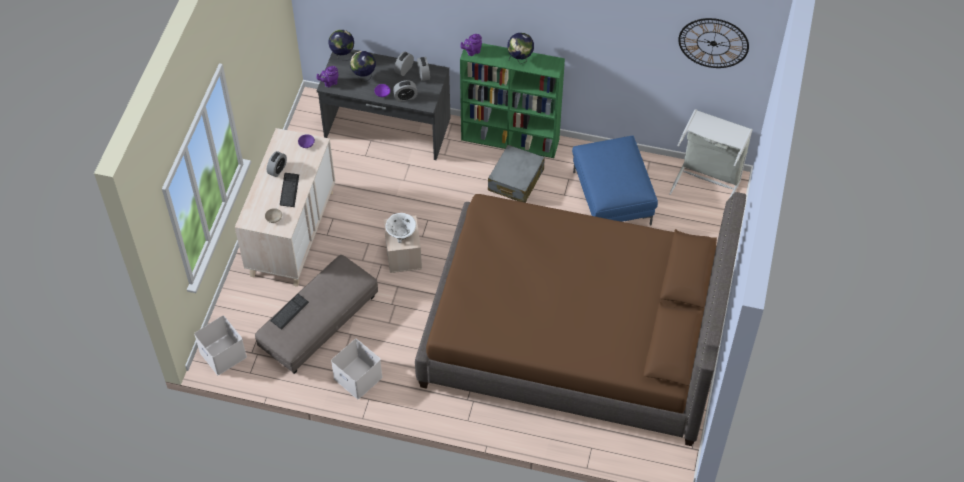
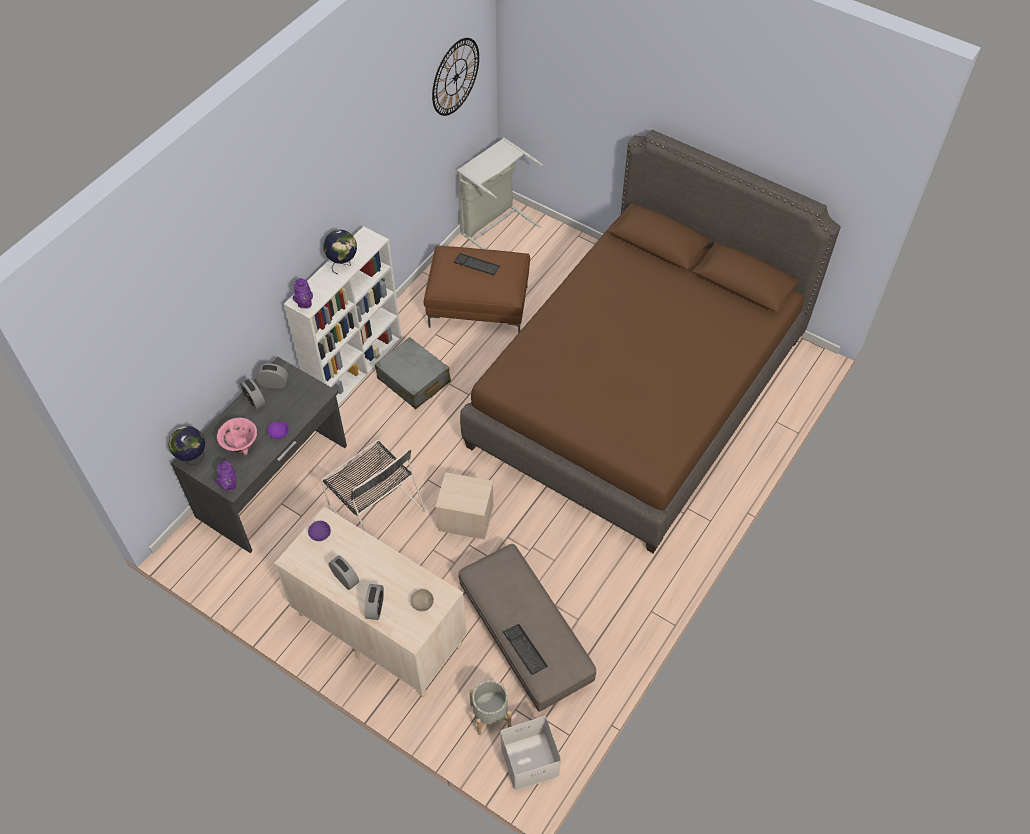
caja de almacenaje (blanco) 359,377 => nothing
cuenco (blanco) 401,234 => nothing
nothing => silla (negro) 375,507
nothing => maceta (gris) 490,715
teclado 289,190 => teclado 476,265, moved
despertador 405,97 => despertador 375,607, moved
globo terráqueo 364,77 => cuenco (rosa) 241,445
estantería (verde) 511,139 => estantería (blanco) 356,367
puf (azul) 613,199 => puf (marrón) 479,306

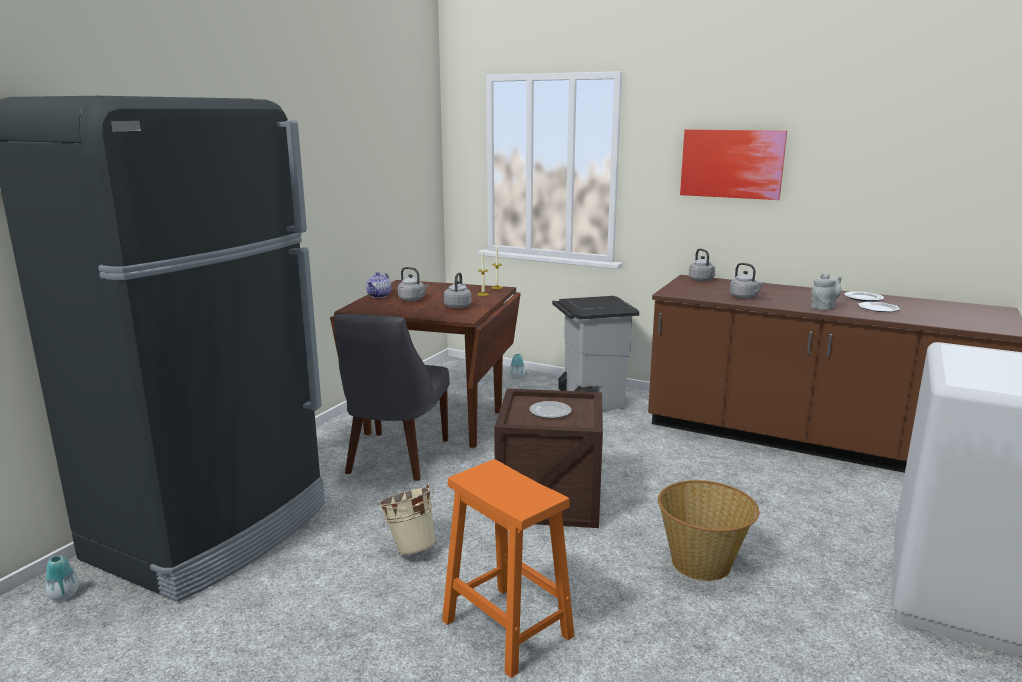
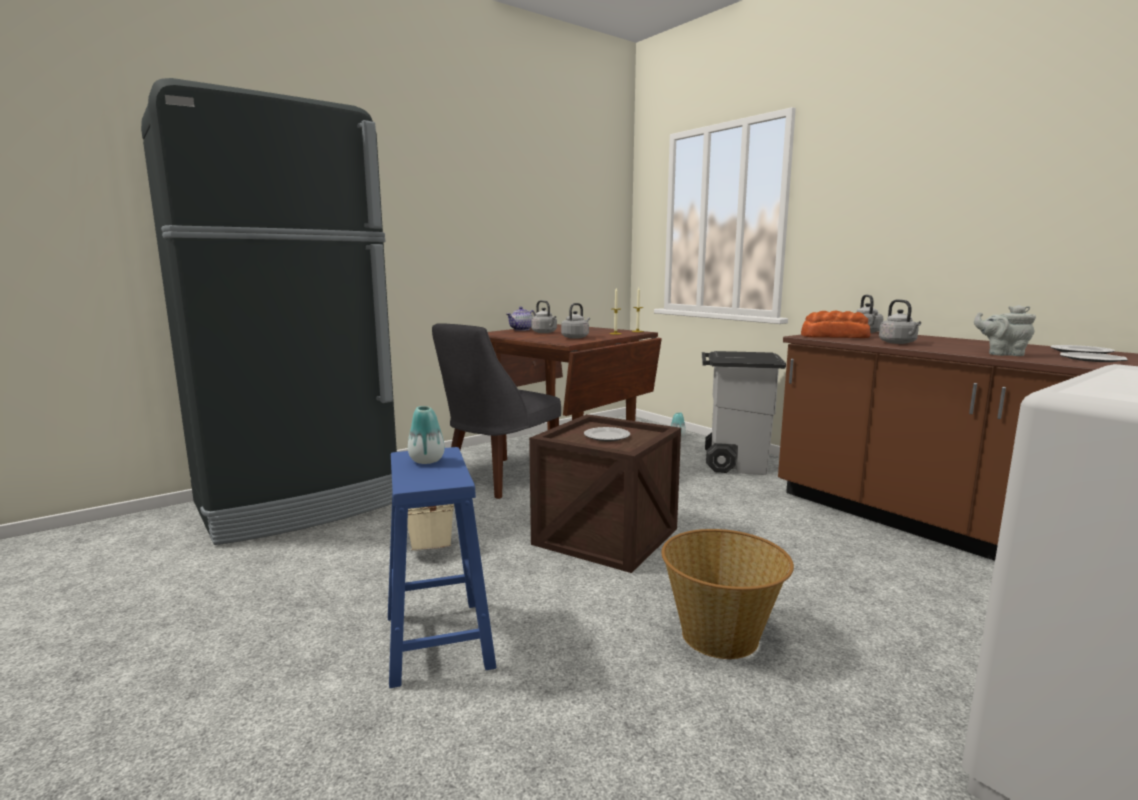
cuadro 732,164 => nothing
nothing => pan 833,336
florero 64,595 => florero 427,461, moved
taburete (naranja) 505,627 => taburete (azul) 437,639
tetera (gris) 824,307 => tetera (gris) 1002,354, 150 degrees counterclockwise

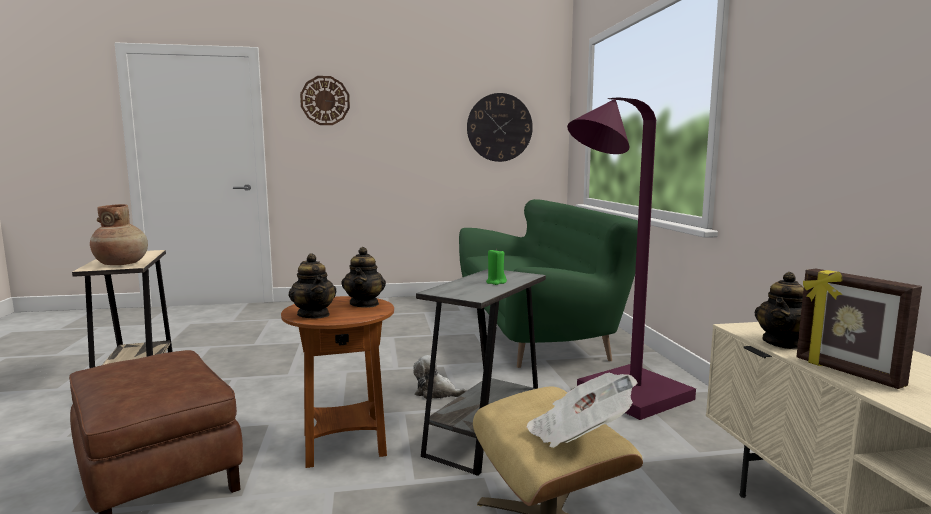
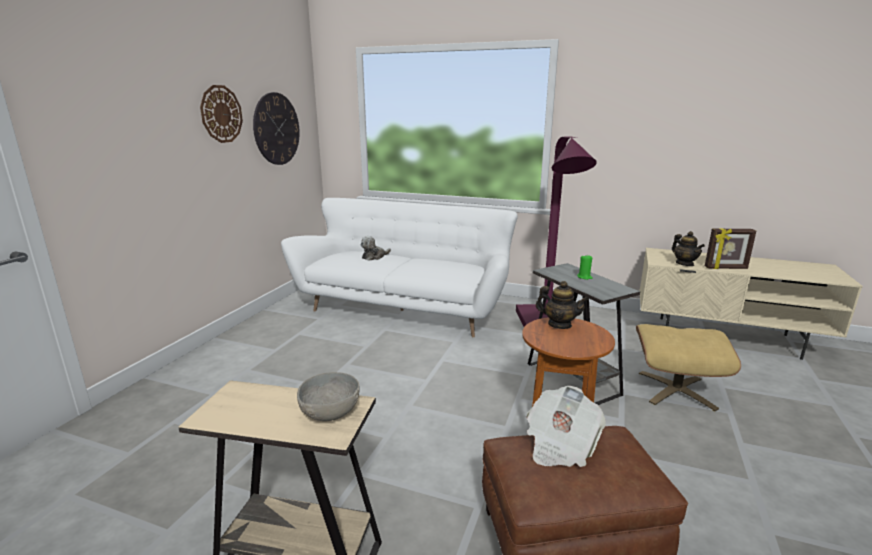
tetera 314,315 => nothing
reloj de pared 325,100 => reloj de pared 221,114, moved
peluche 436,393 => peluche 374,257, moved
periódico 578,434 => periódico 560,444, moved
florero (marrón) 122,264 => cuenco (gris) 329,411
sofá (verde) 536,329 => sofá (blanco) 405,308

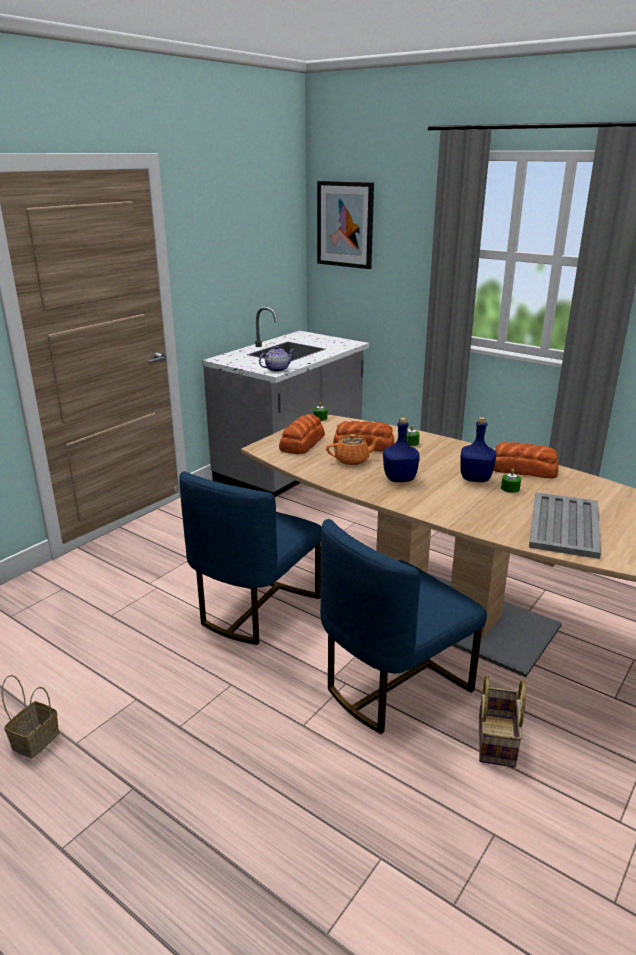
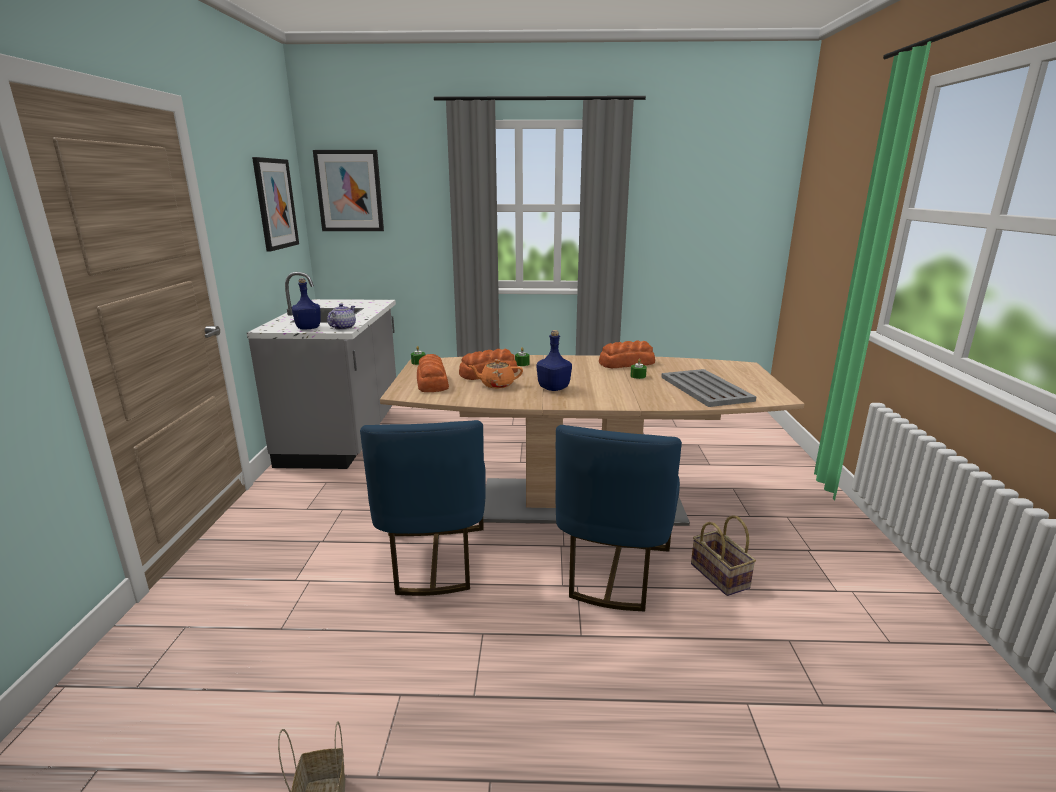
nothing => cuadro 275,204
botella (azul) 475,478 => botella (azul) 308,328, moved
tetera (naranja) 352,460 => tetera (naranja) 496,385, 135 degrees counterclockwise

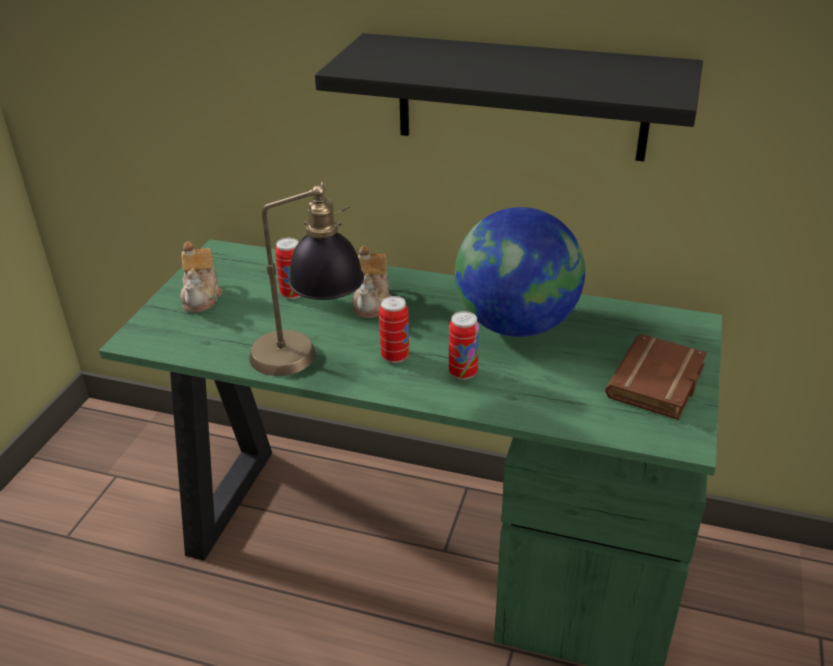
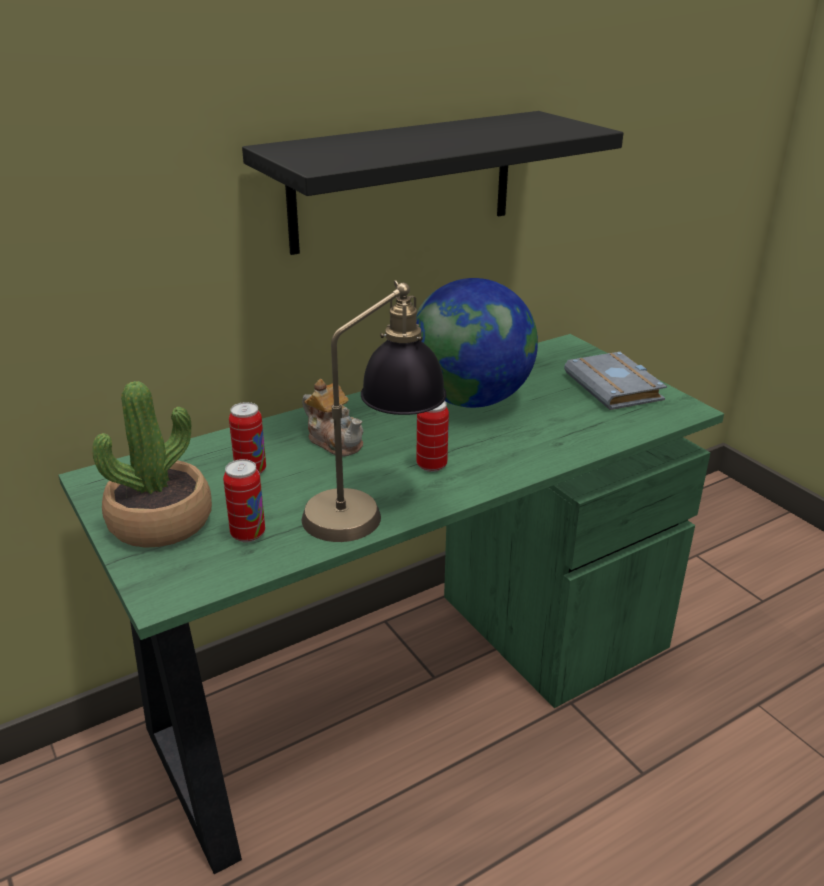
lata 463,372 => lata 248,534, moved
tetera 202,296 => planta en maceta 160,521
libro (marrón) 658,384 => libro (gris) 616,388

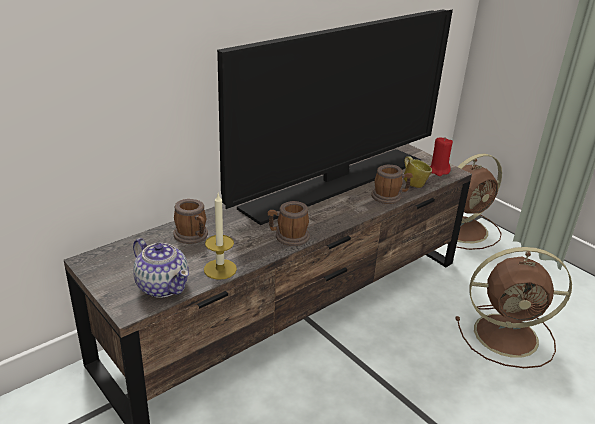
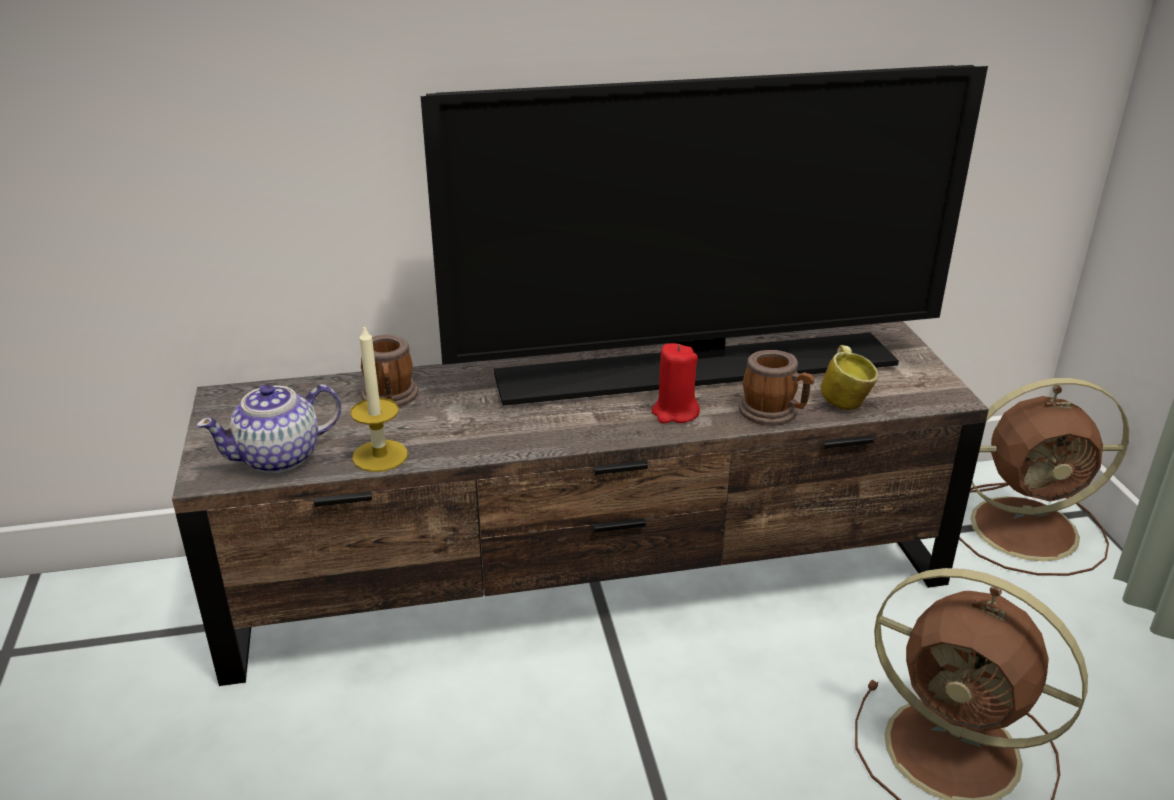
taza grande 288,237 => nothing
vela (rojo) 438,171 => vela (rojo) 675,412, moved
tetera 162,286 => tetera 280,457, 75 degrees clockwise

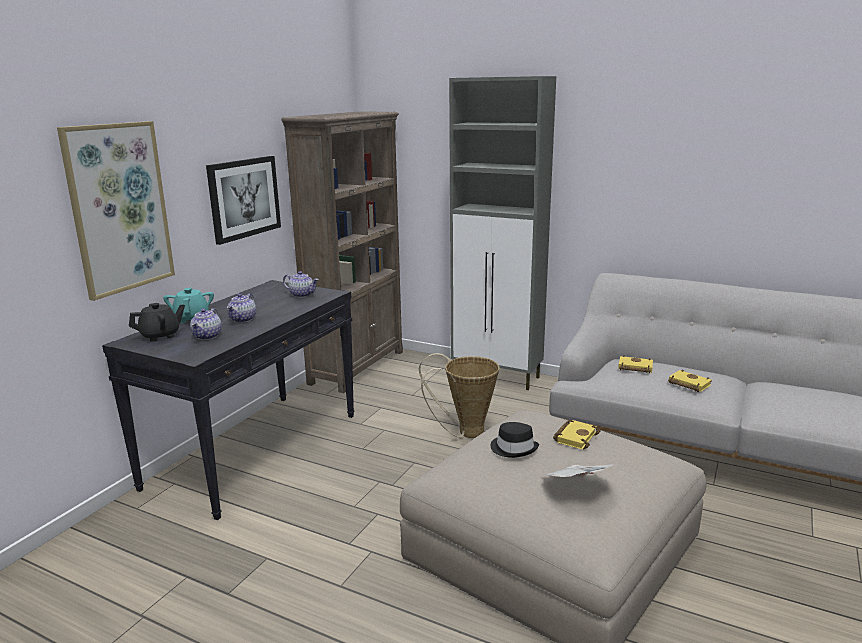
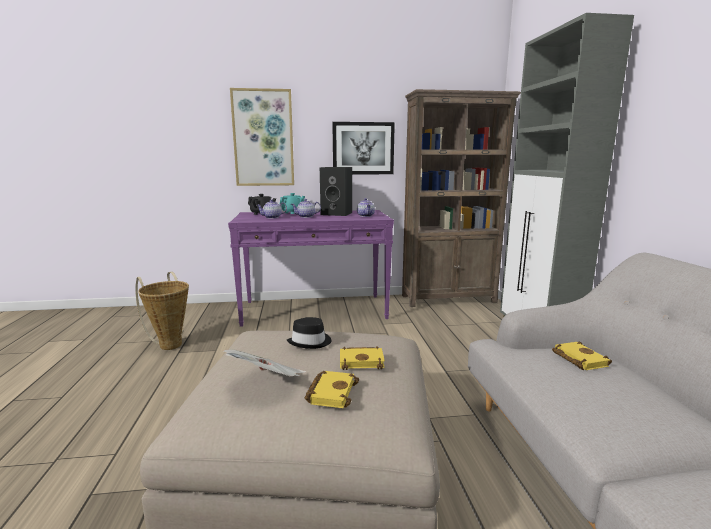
nothing => altavoz (negro) 337,213
cesta 465,432 => cesta 169,343, moved
libro (amarillo) 687,384 => libro (amarillo) 331,392, moved
mesa consola (negro) 255,449 => mesa consola (morado) 315,310

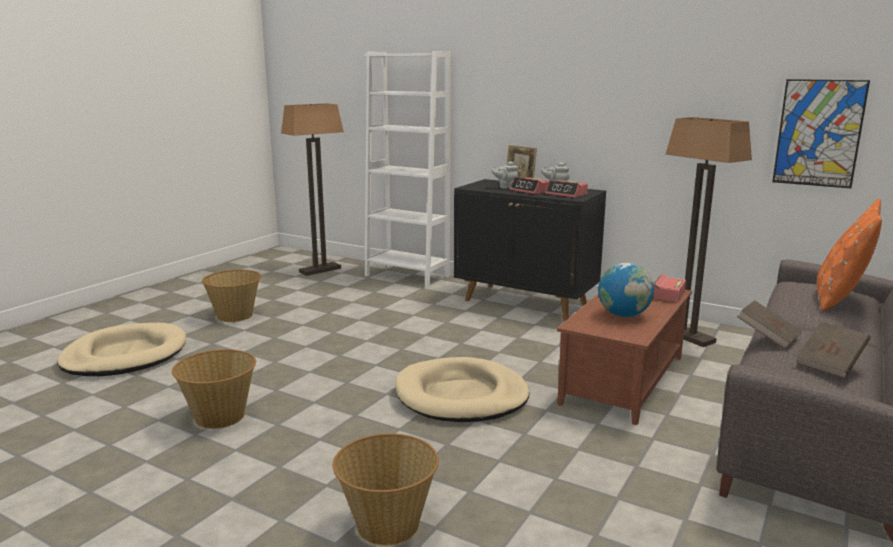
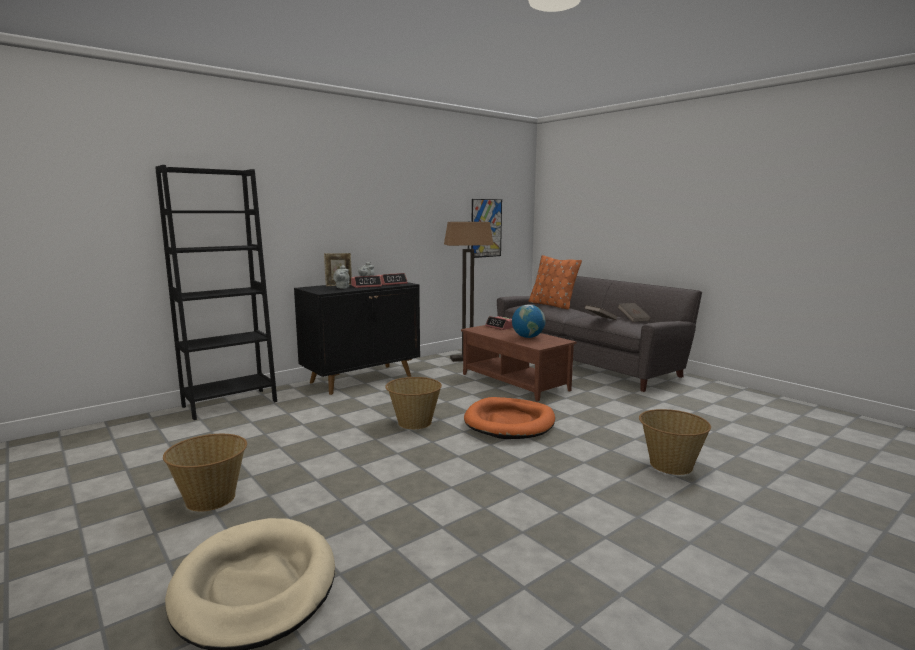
lámpara de pie 320,270 => nothing
cesta 220,416 => cesta 414,422, moved
estantería (blanco) 407,276 => estantería (negro) 230,404
cama para perro (beis) 461,396 => cama para perro (naranja) 510,422

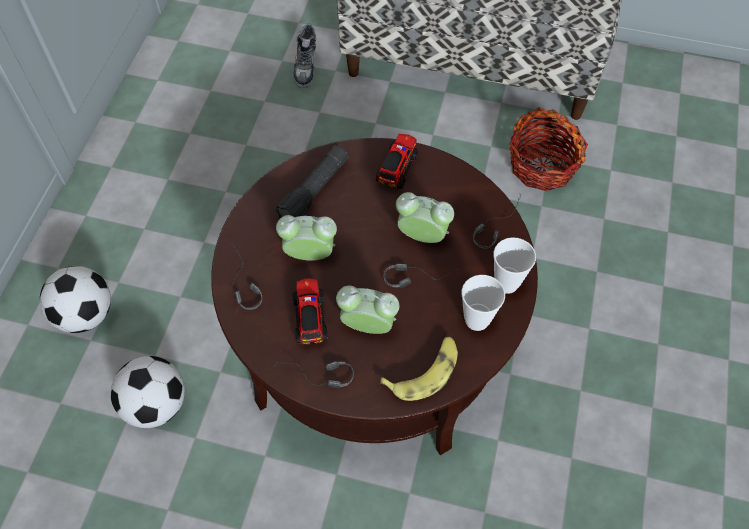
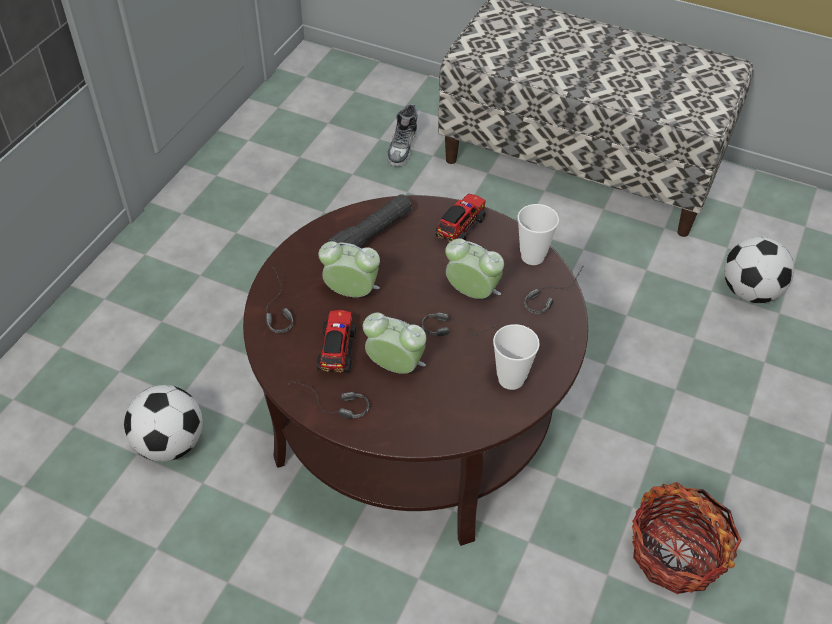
plátano 425,371 => nothing
balón de fútbol 86,314 => balón de fútbol 750,292, moved
taza 506,283 => taza 532,256, moved
cesta 542,166 => cesta 675,553, moved

